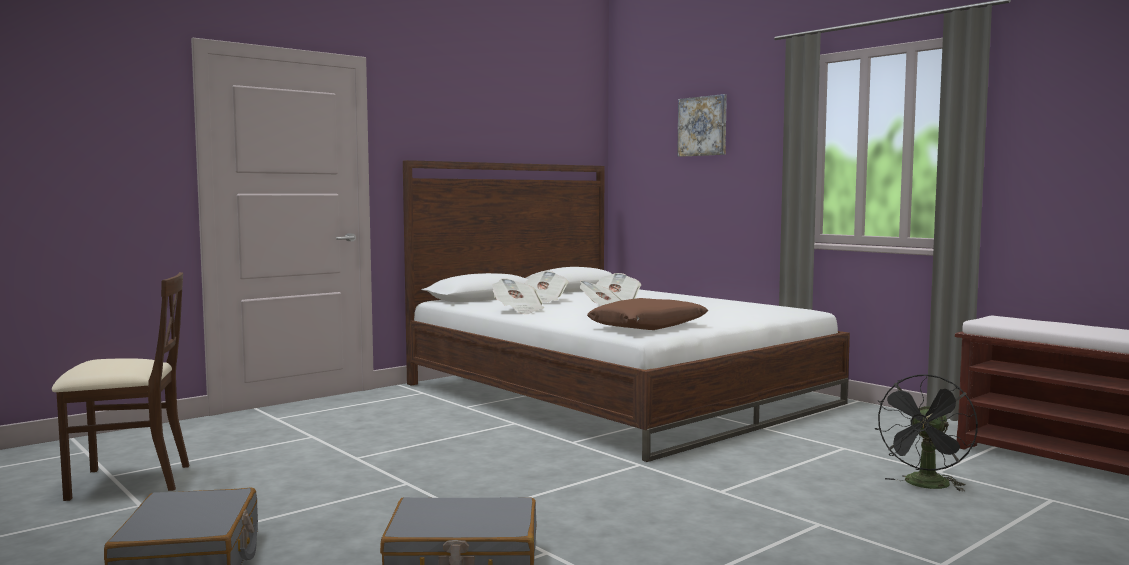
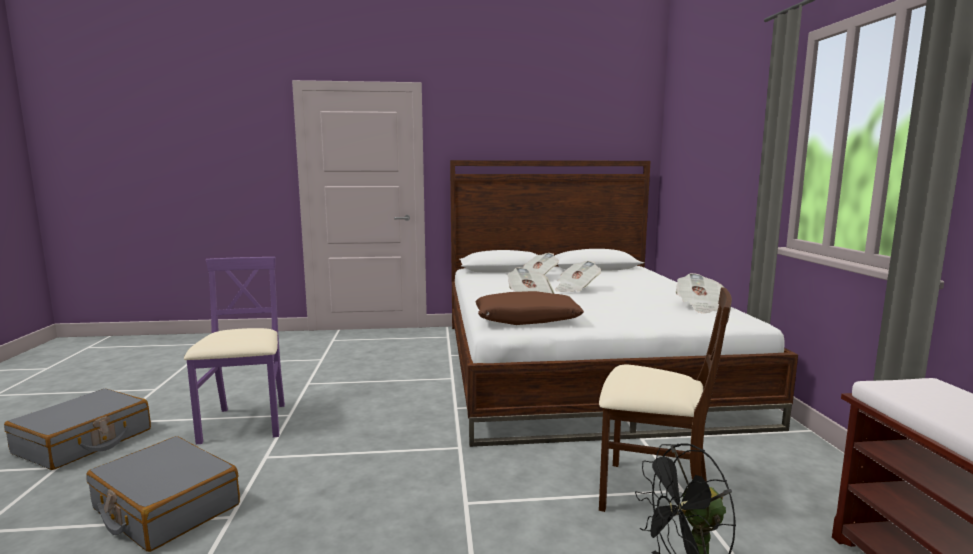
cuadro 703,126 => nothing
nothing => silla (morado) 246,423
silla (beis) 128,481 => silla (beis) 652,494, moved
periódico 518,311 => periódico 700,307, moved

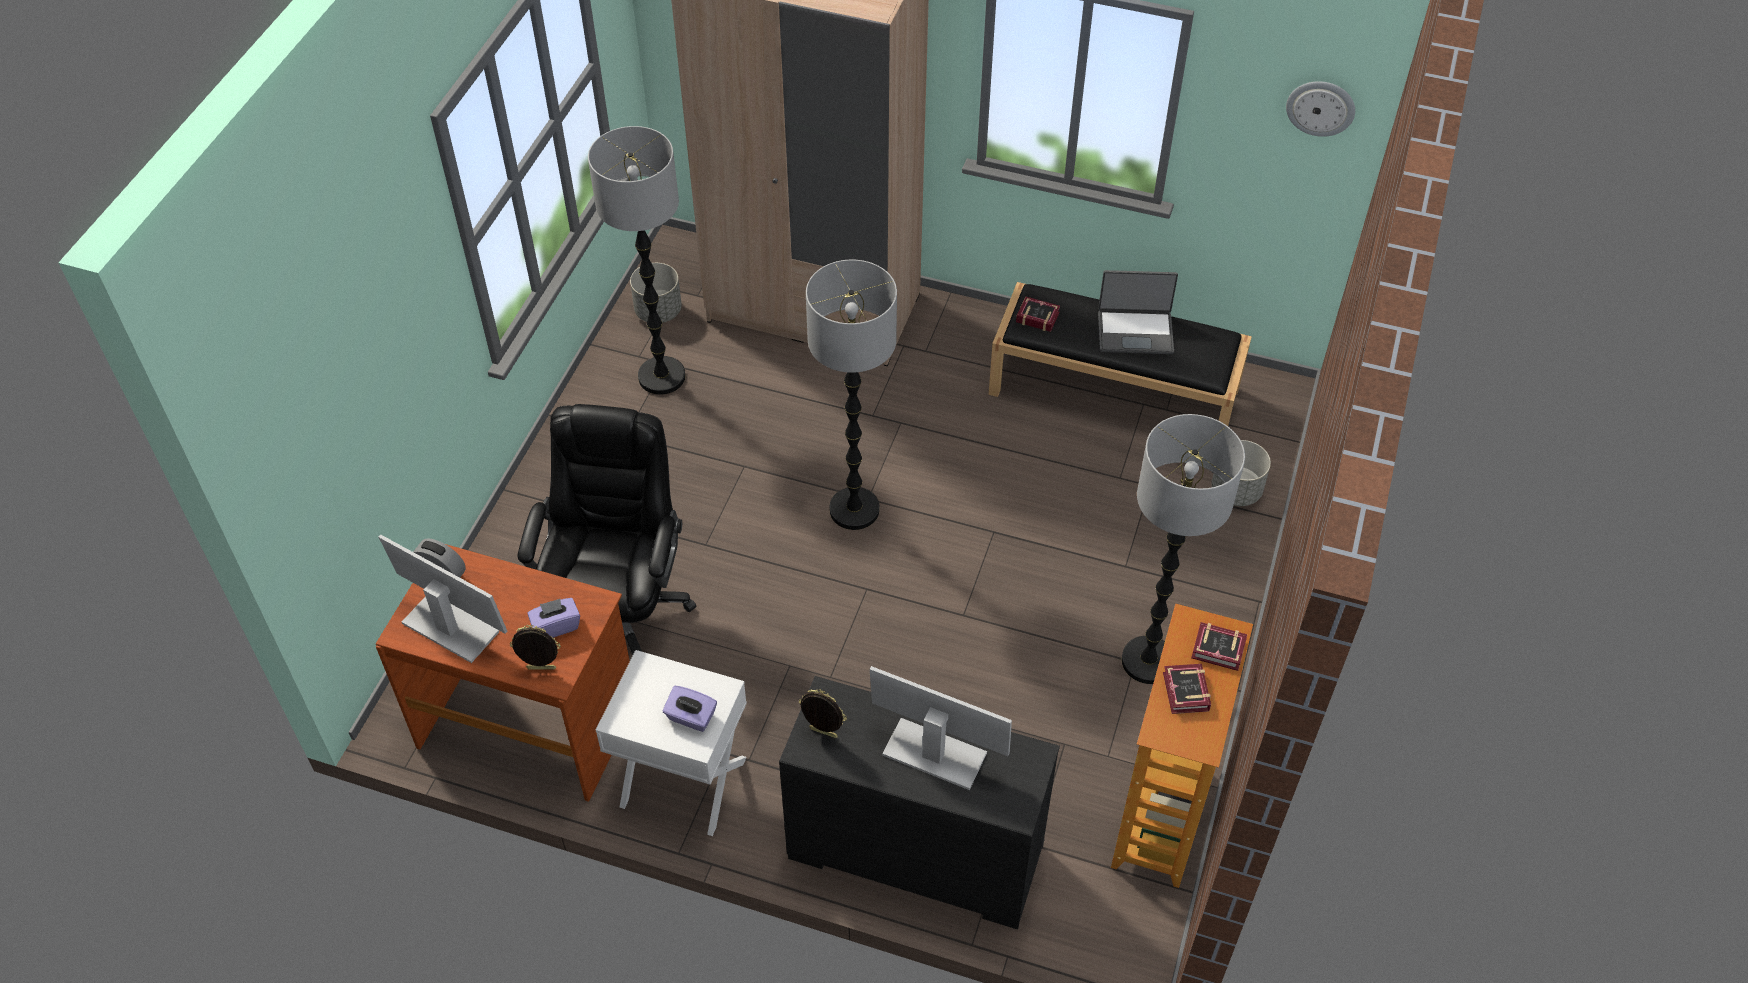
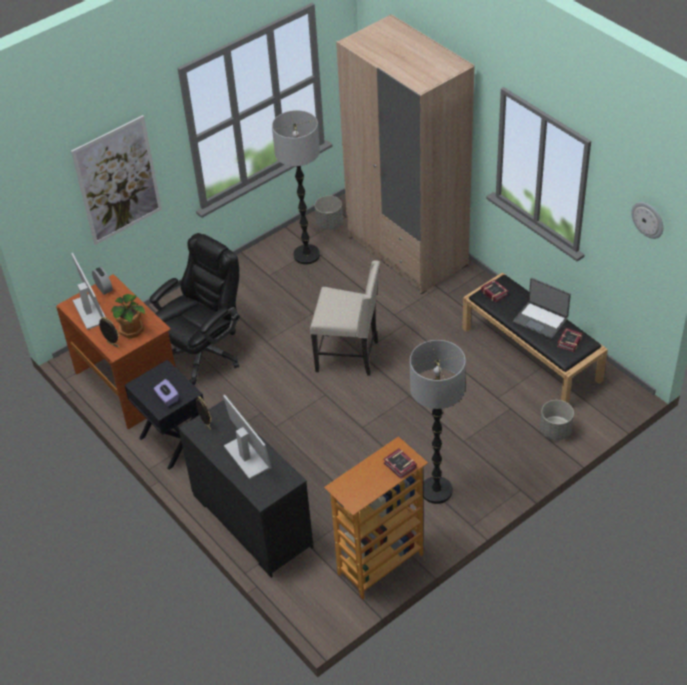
nothing => cuadro 118,181
libro 1185,694 => libro 568,342, moved
caja de pañuelos (morado) 556,626 => planta en maceta 132,330
lámpara de pie 854,510 => silla (beis) 349,355
mesita de noche (blanco) 682,783 => mesita de noche (negro) 173,441

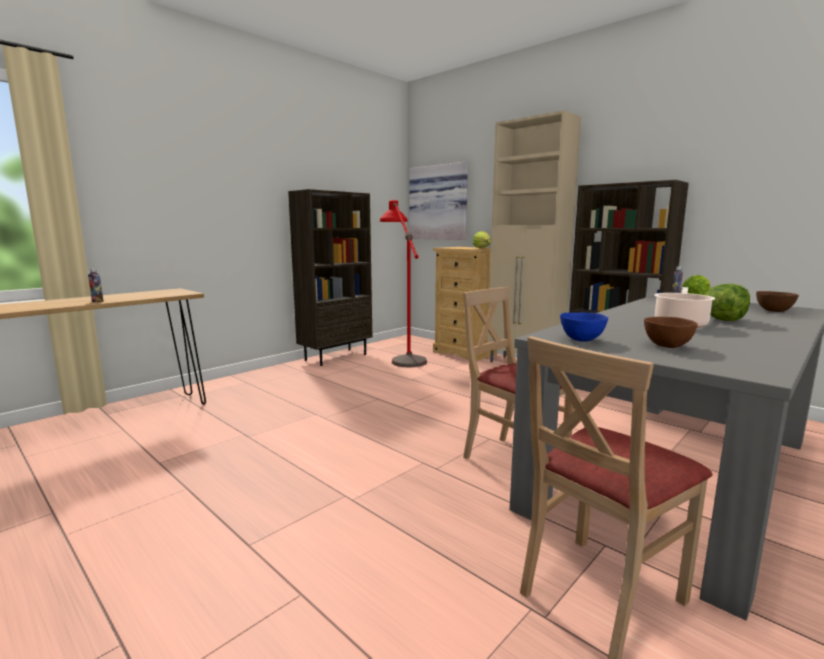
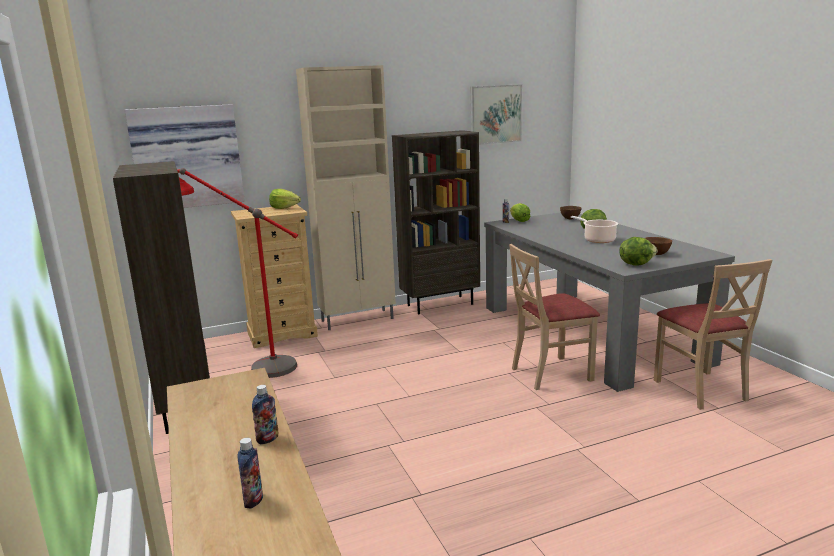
nothing => botella 253,500
nothing => cuadro 495,114
cuenco (azul) 582,339 => lechuga 635,264

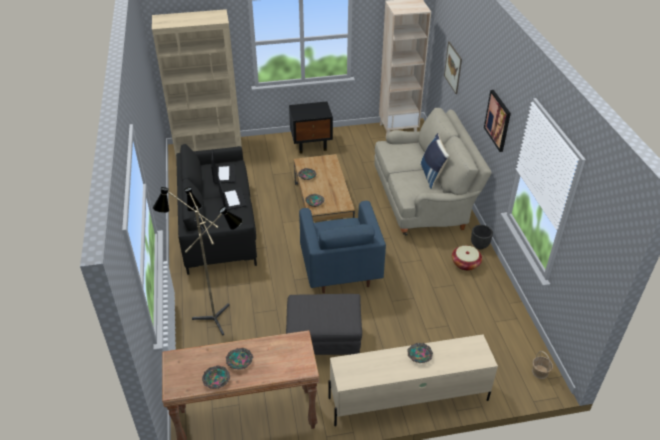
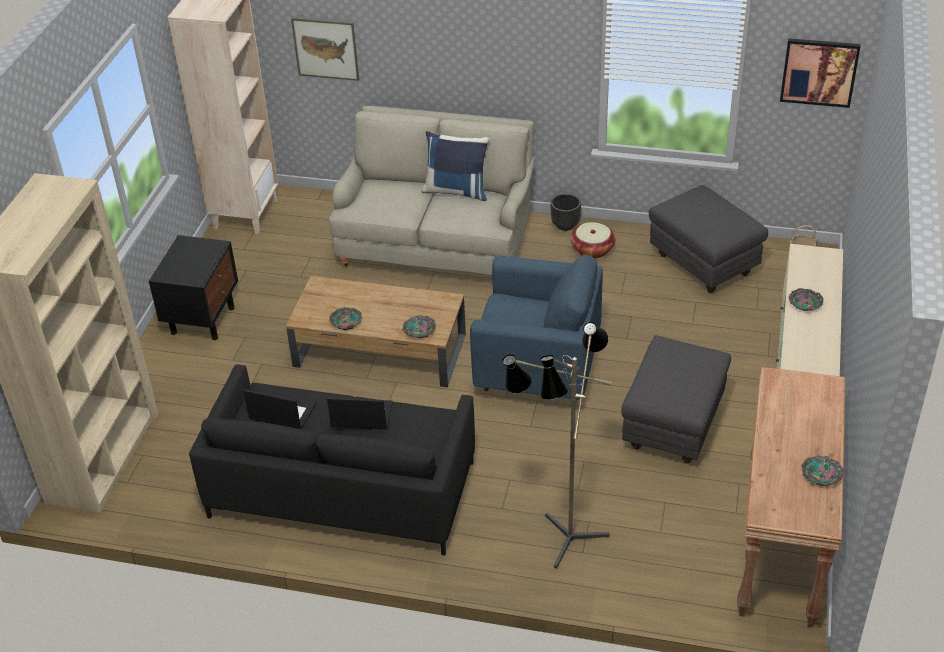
cuenco 239,361 => nothing
nothing => puf (gris) 704,265
cuadro 498,120 => cuadro 819,72, moved

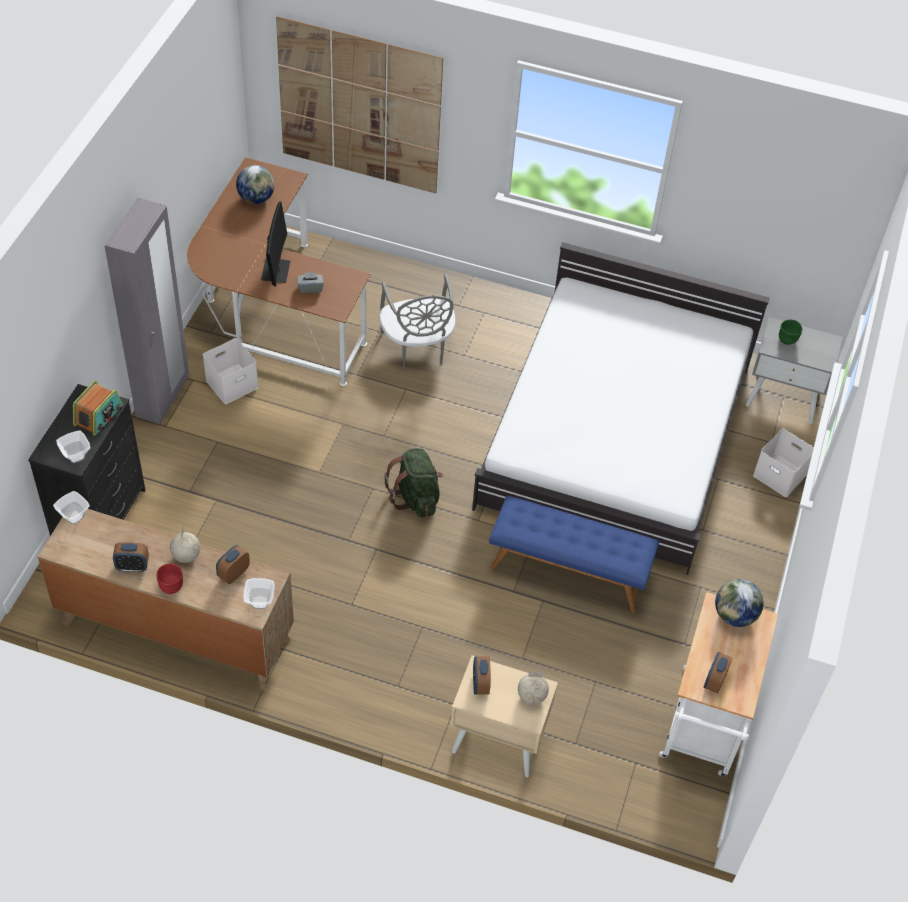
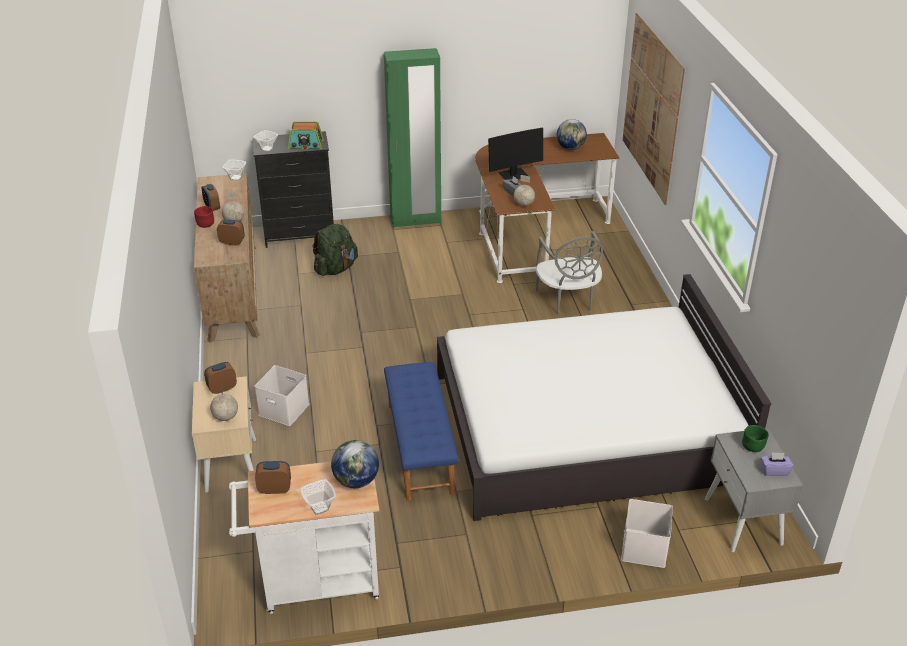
nothing => globo terráqueo 523,204
nothing => caja de pañuelos (morado) 774,470
caja de almacenaje (blanco) 232,383 => caja de almacenaje (blanco) 285,409, moved
cuenco 260,602 => cuenco 320,508, moved
mochila (verde) 415,497 => mochila (verde) 336,269, moved
armario ropero (gris) 163,397 => armario ropero (verde) 415,220
silla (gris) 417,348 => silla (gris) 567,300, 60 degrees counterclockwise

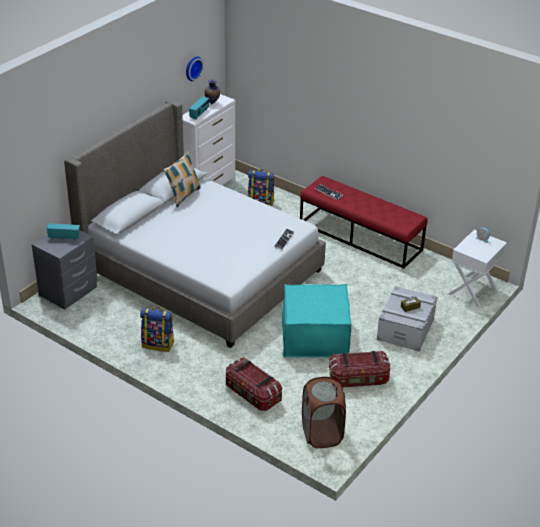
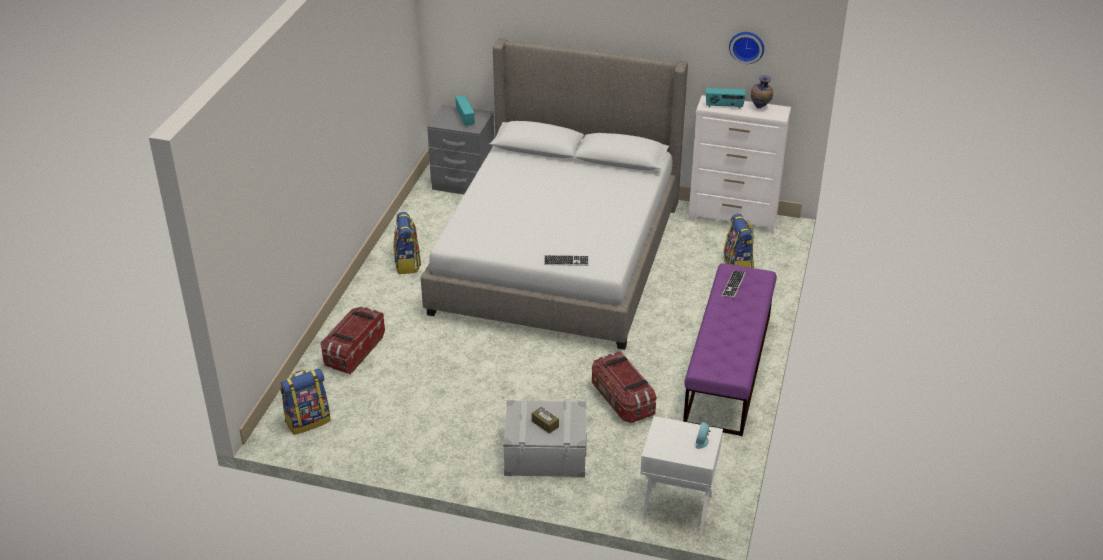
cojín 183,195 => nothing
puf (turquesa) 314,336 => nothing
caja de almacenaje 358,379 => caja de almacenaje 622,400, moved
cesto de la ropa (marrón) 321,434 => mochila 308,421
banco (rojo) 360,237 => banco (morado) 728,369

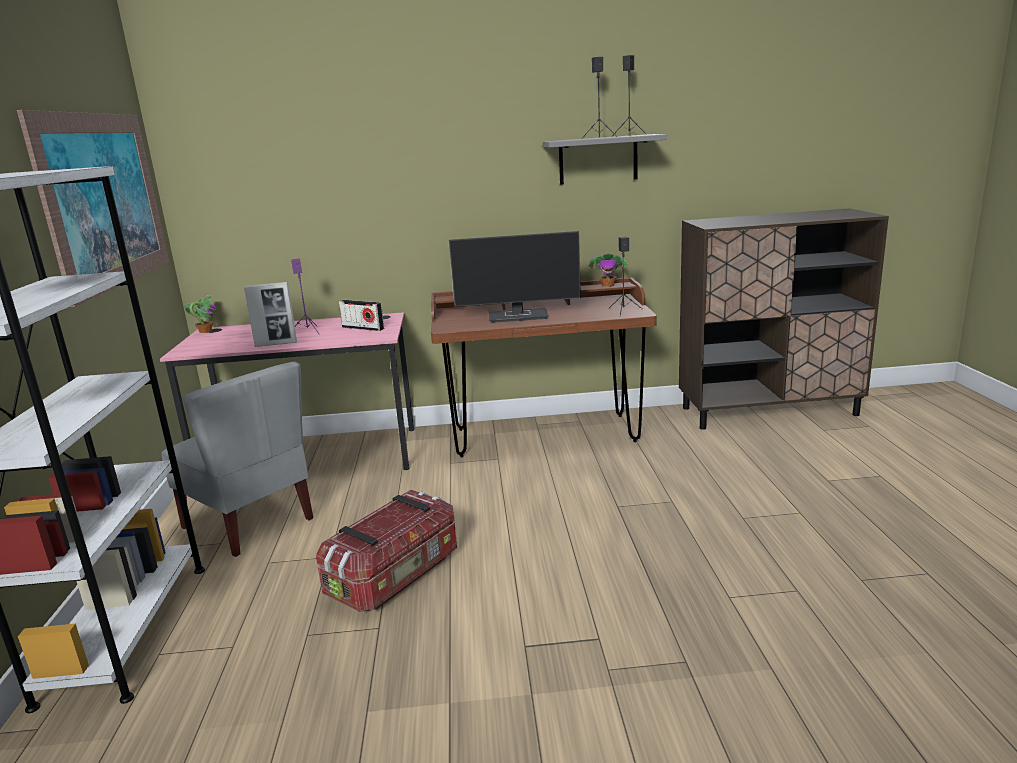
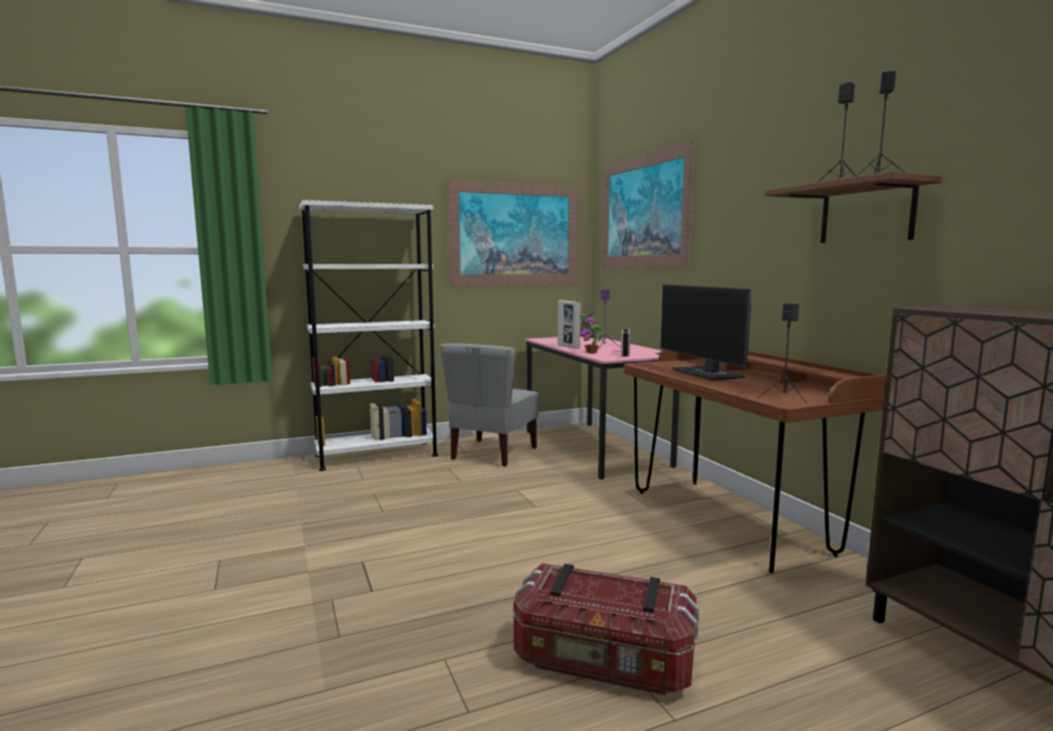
nothing => cuadro 643,212
caja de almacenaje 396,576 => caja de almacenaje 603,663, moved
planta en maceta 608,285 => planta en maceta 592,352, moved
estante (gris) 598,159 => estante (marrón) 866,213

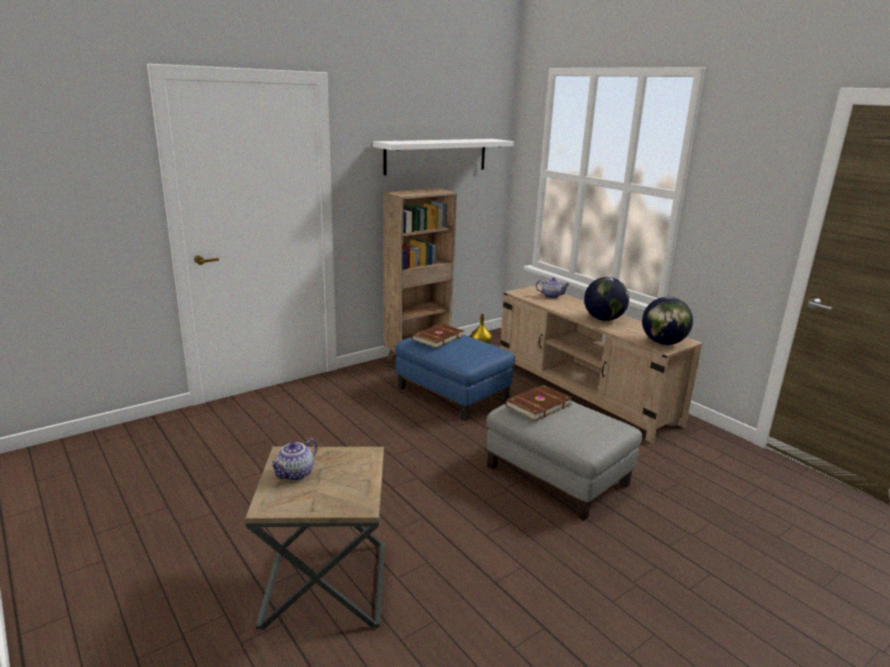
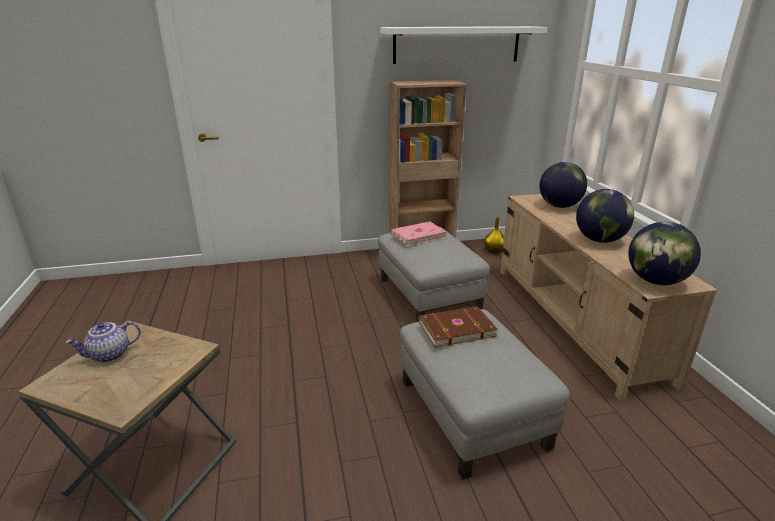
tetera 551,296 => globo terráqueo 559,206
puf (azul) 452,393 => puf (gris) 428,294
libro (marrón) 437,337 => libro (rosa) 417,235

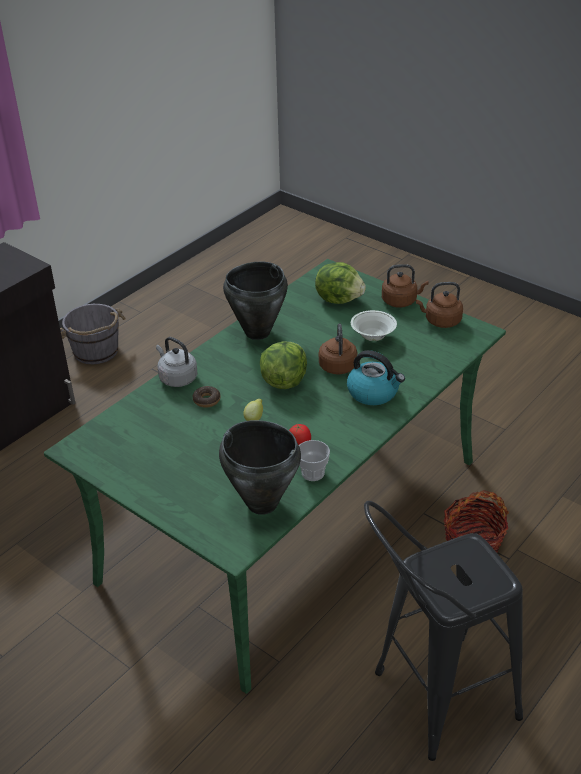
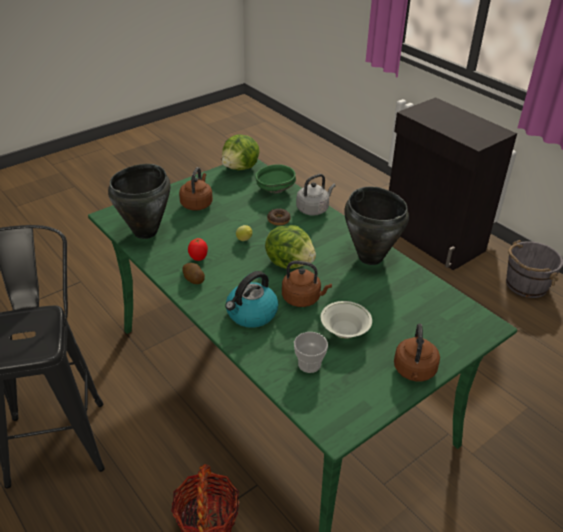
nothing => patata 193,279
nothing => cuenco (verde) 274,189
taza 313,473 => taza 309,364, moved
lechuga 339,299 => lechuga 240,168, moved
hervidor (marrón) 441,321 => hervidor (marrón) 197,203, moved

